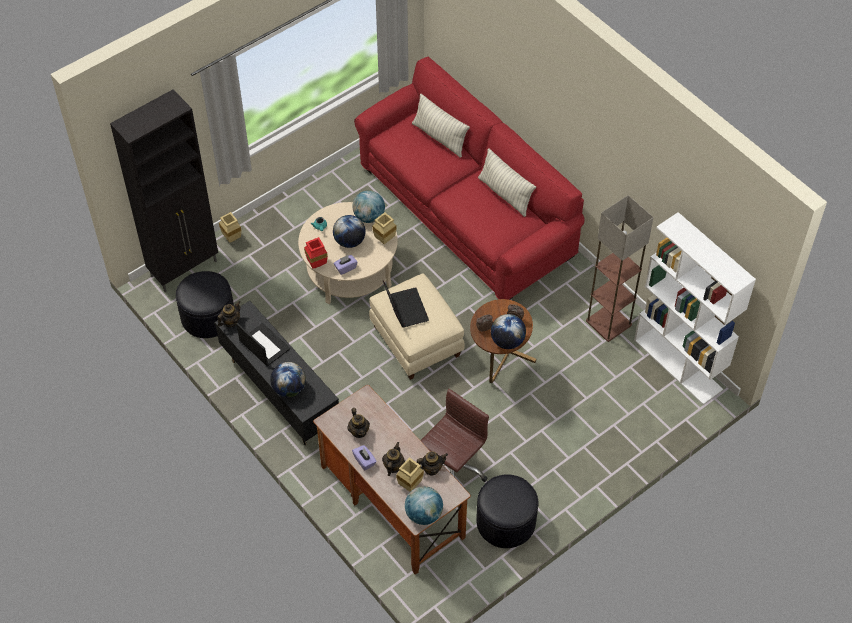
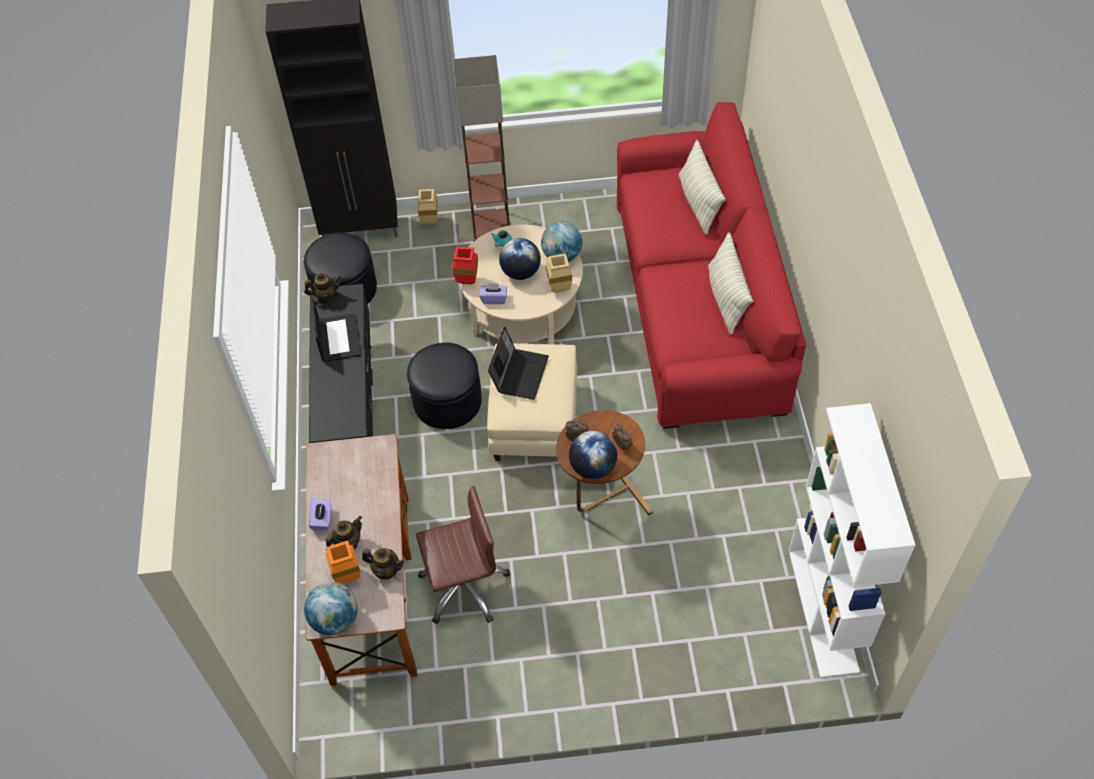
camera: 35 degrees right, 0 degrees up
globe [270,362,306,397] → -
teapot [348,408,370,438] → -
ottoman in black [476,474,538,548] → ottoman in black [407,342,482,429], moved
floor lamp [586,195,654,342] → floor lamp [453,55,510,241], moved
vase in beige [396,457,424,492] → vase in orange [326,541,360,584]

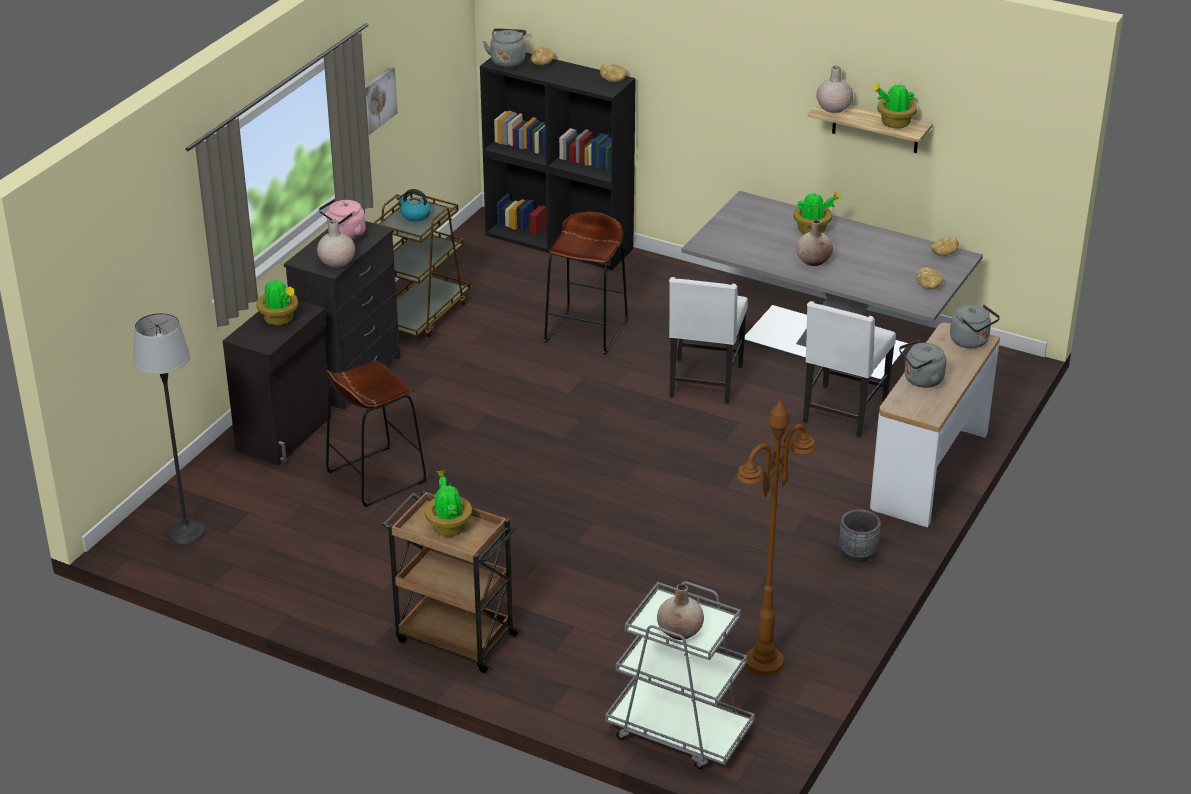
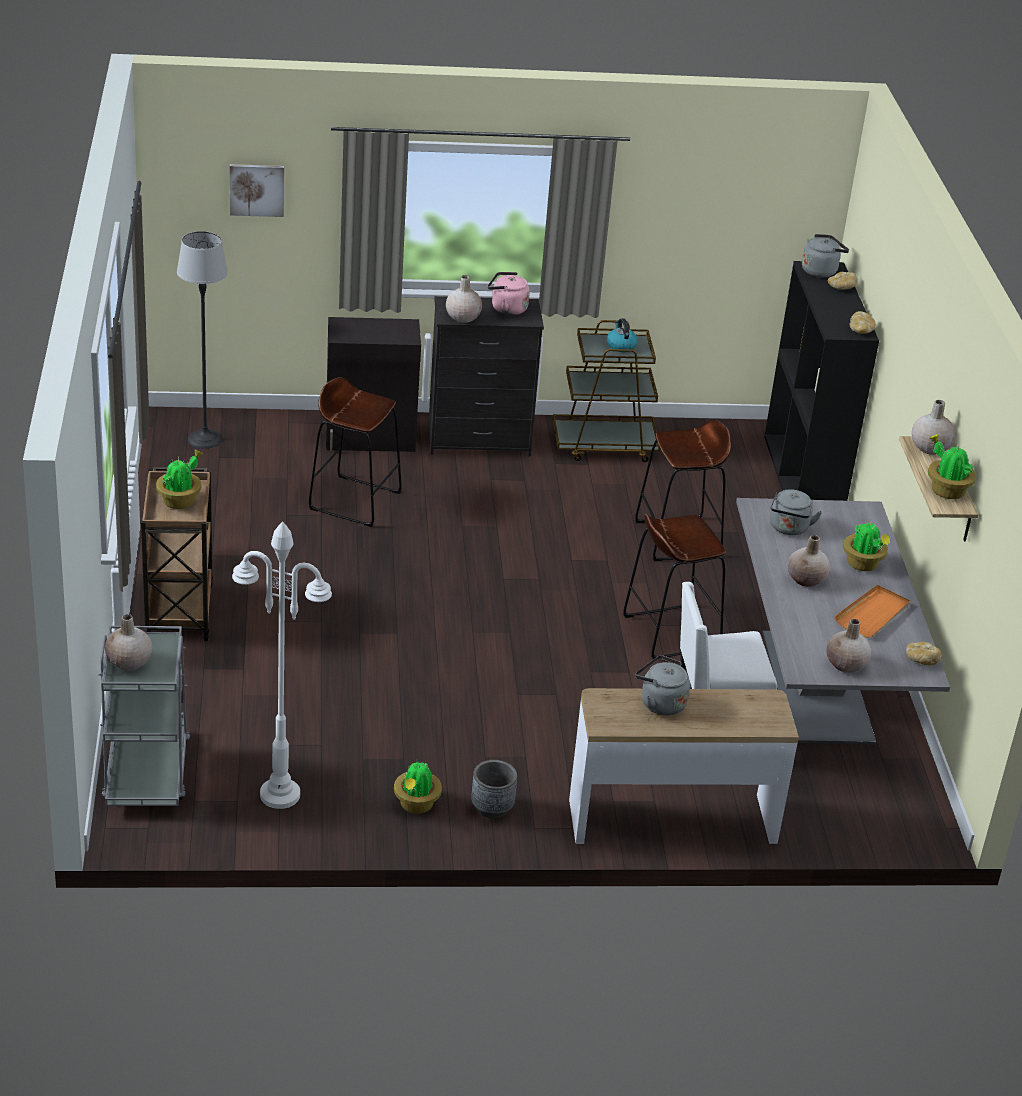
camera: 55 degrees right, 0 degrees up
- → tray in orange [834,585,910,638]
potted plant [256,279,298,325] → potted plant [394,762,442,814], moved
picture [365,66,398,134] → picture [230,164,284,217], moved
kettle in grey [950,305,1000,348] → kettle in grey [770,489,822,535], moved
chair in white [669,277,748,404] → stool in brown [623,514,726,659]
bread [916,268,944,289] → vase in beige [826,619,871,673]
floor lamp in brown [737,401,815,676] → floor lamp in white [232,521,332,809]

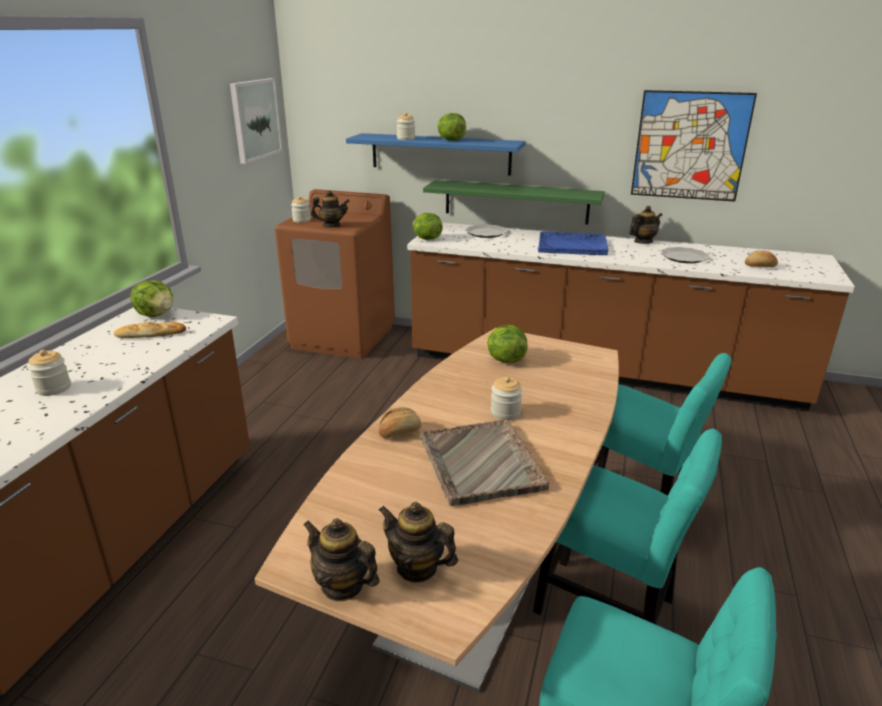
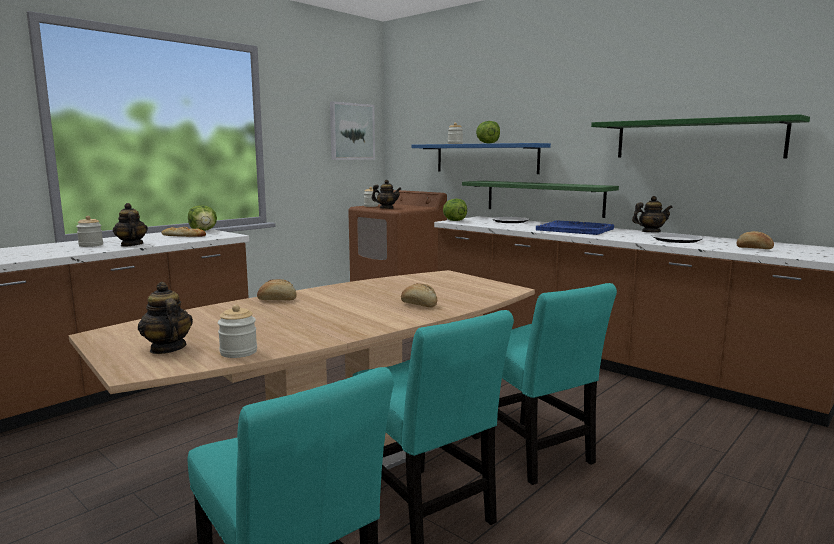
camera: 25 degrees right, 15 degrees down
tray in grey [420,419,549,506] → -
lettuce [487,325,528,363] → -
- → bread [401,283,437,308]
teapot [303,518,380,602] → teapot [113,203,148,247], moved
jar [491,376,522,420] → jar [217,305,257,358], moved
picture [631,90,757,202] → shelf in green [591,114,810,158]

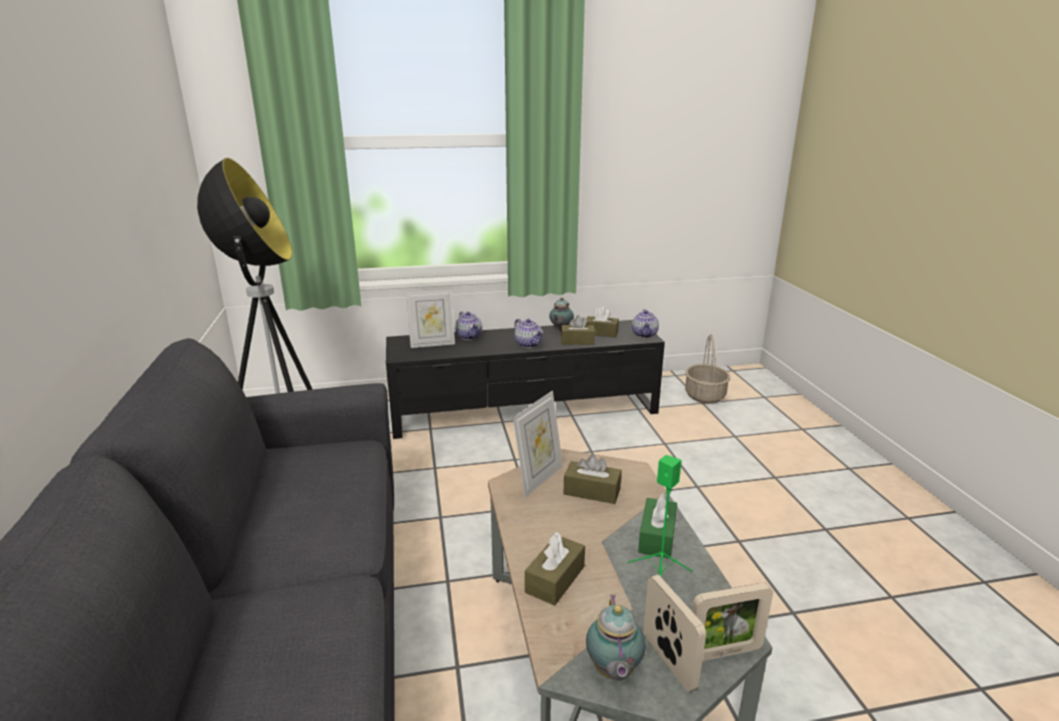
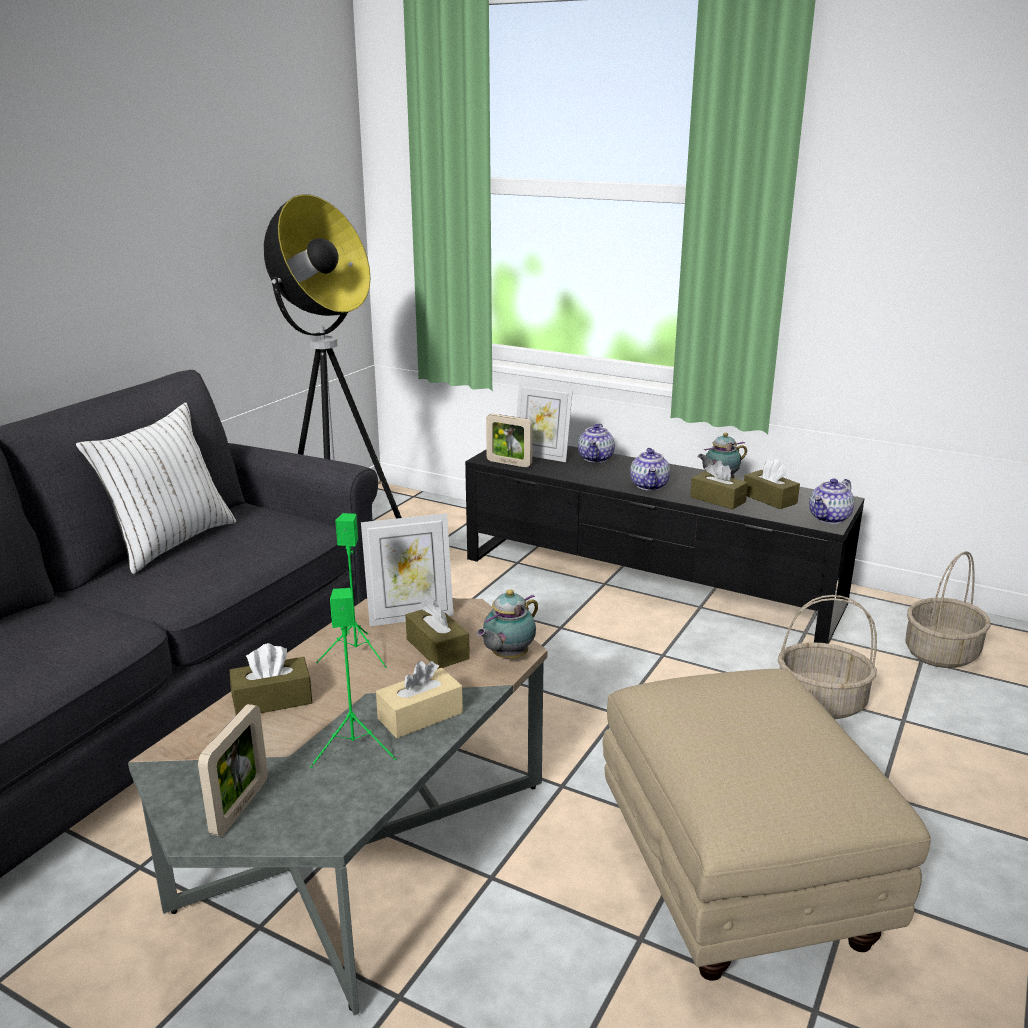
camera: 40 degrees right, 0 degrees up
- → pillow in white [76,403,236,574]
- → speaker in green [316,513,387,668]
- → ottoman in beige [602,669,931,981]
- → basket [778,595,877,719]
teapot [586,594,646,681] → teapot [476,589,538,659], moved
picture frame [692,583,773,661] → picture frame [486,414,533,467], moved
tissue box in green [638,493,677,559] → tissue box in beige [376,661,463,738]

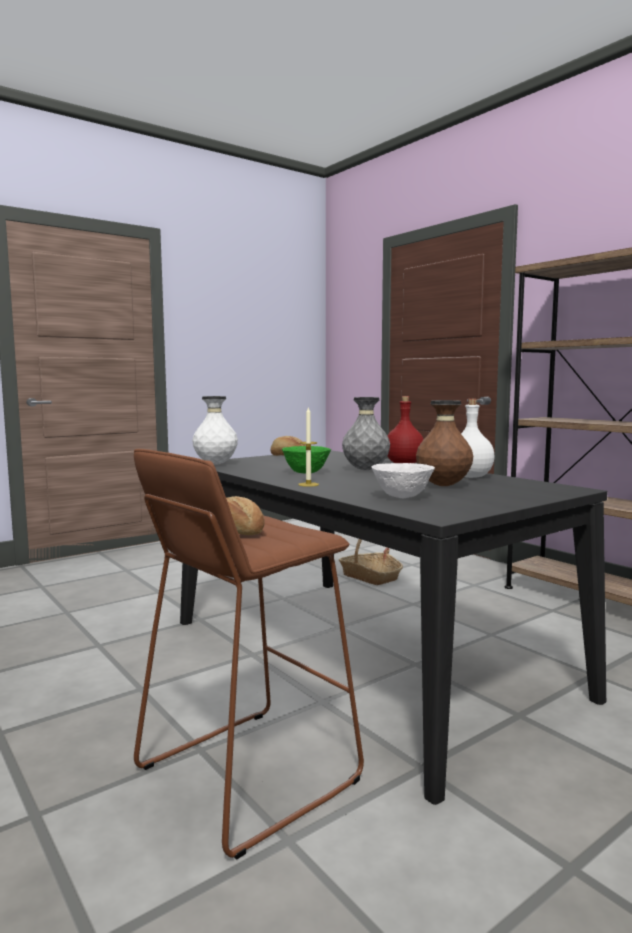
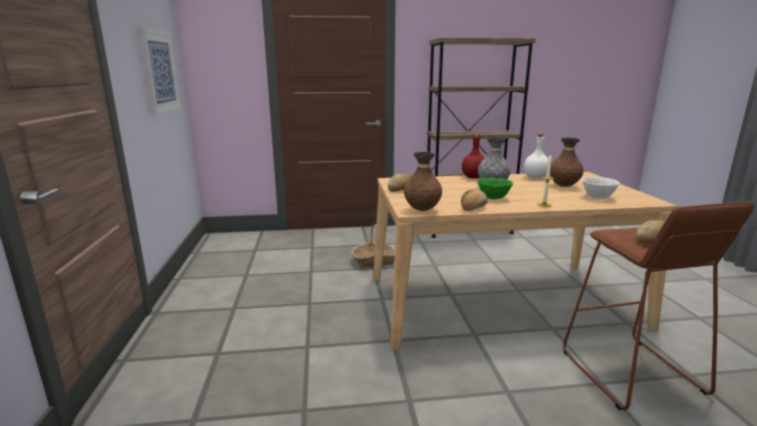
camera: 60 degrees left, 10 degrees up
- → picture [138,26,181,116]
- → bread [461,189,488,211]
dining table in black [180,450,608,805] → dining table in beige [373,172,677,351]
vase in white [192,396,238,465] → vase in brown [404,152,442,211]

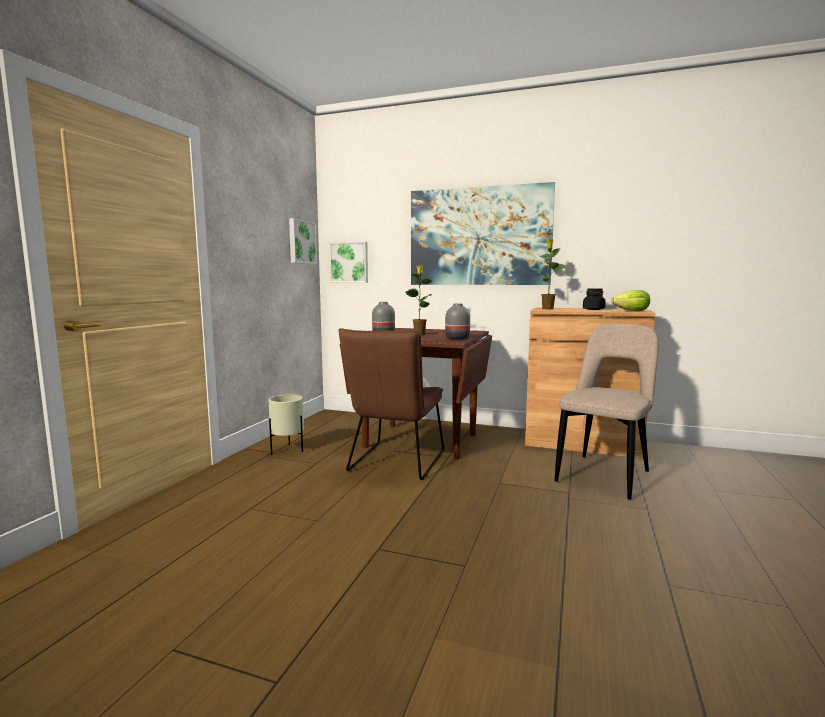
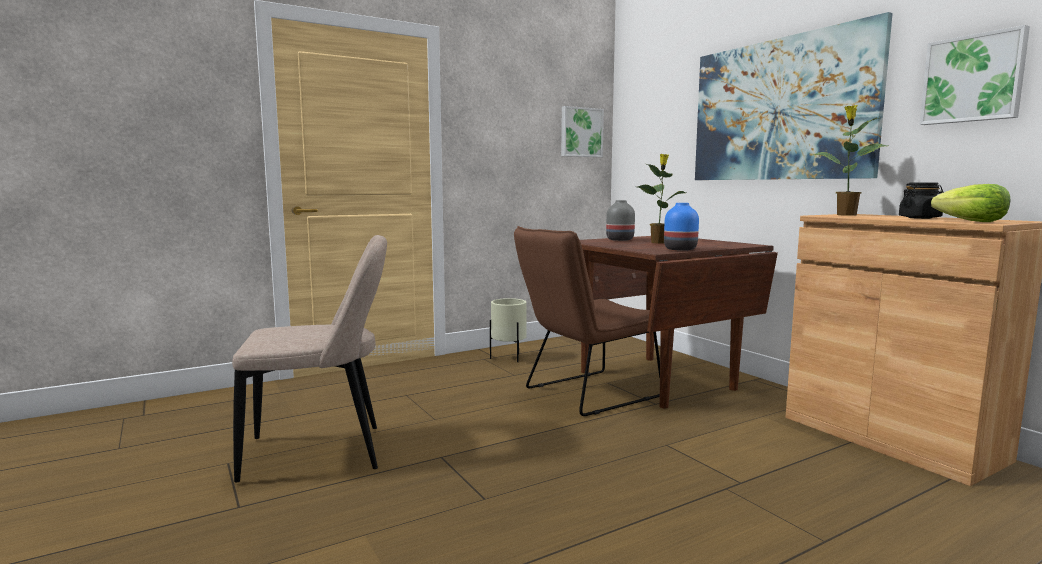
camera: 40 degrees right, 0 degrees up
picture [329,242,368,283] → picture [919,25,1030,125], moved
chair in beige [554,324,659,500] → chair in beige [232,235,387,482], moved
vase in grey [445,303,470,339] → vase in blue [664,203,699,251]

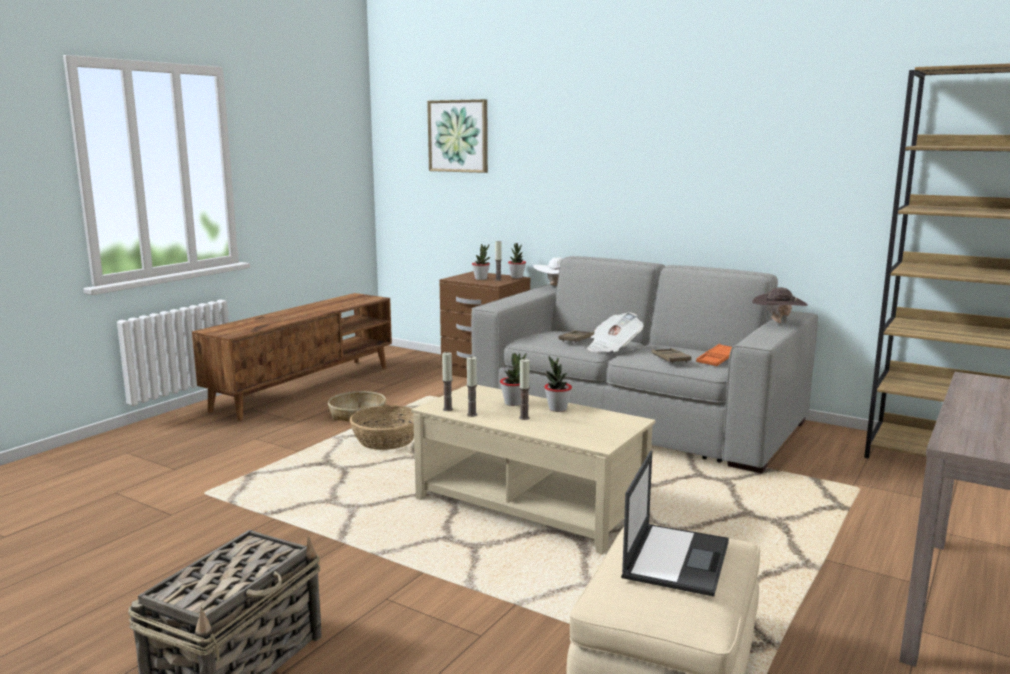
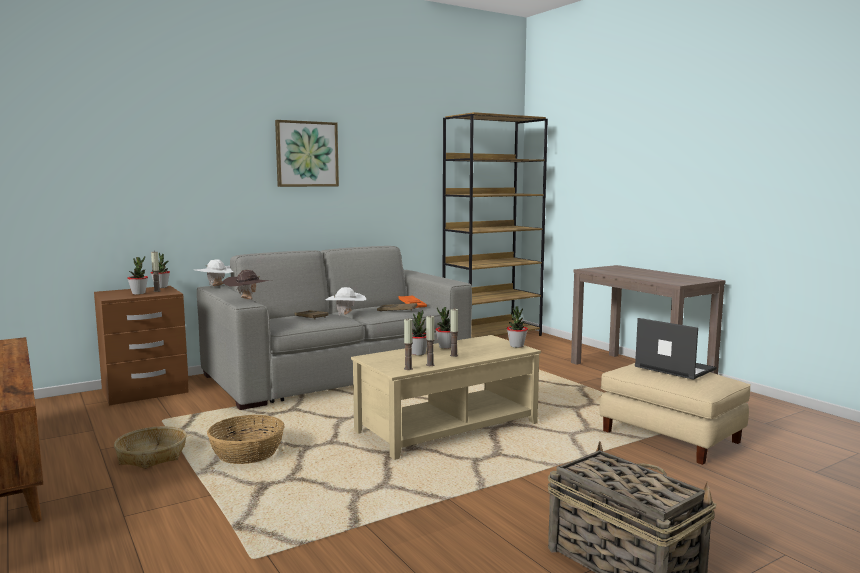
camera: 65 degrees left, 5 degrees down
- → potted plant [507,306,528,348]
picture [427,99,488,173] → picture [275,120,339,187], moved
hat in brown [752,288,808,323] → hat in brown [223,270,271,300], moved
newspaper [587,312,644,352] → hat in white [326,287,366,316]

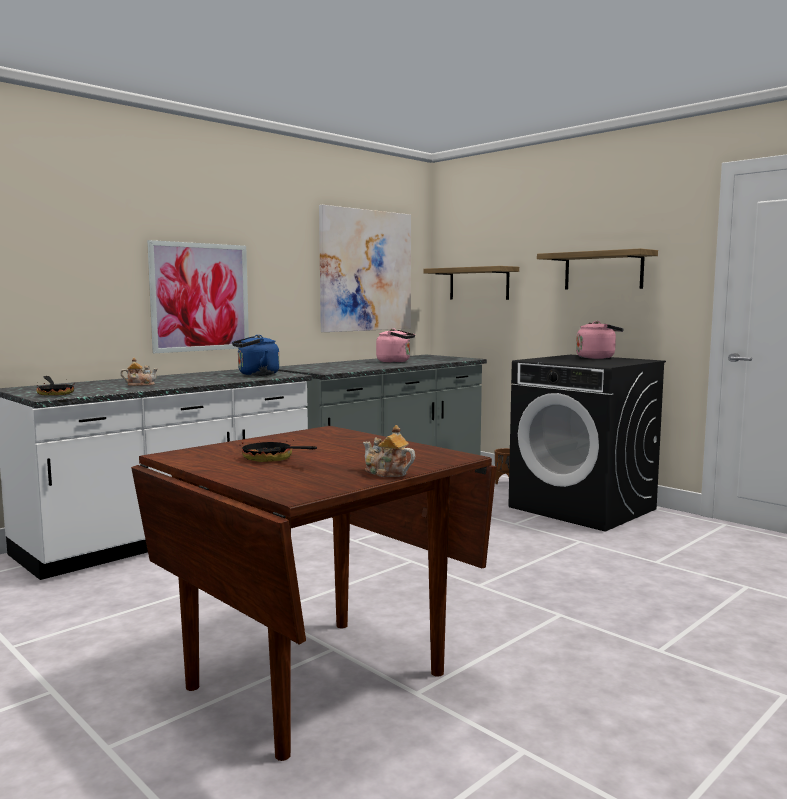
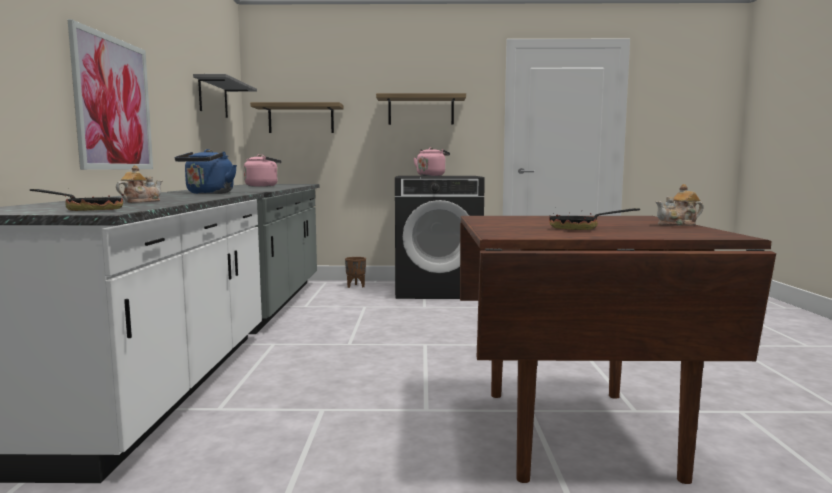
camera: 45 degrees left, 0 degrees up
picture [319,205,411,332] → shelf in grey [193,74,257,118]

